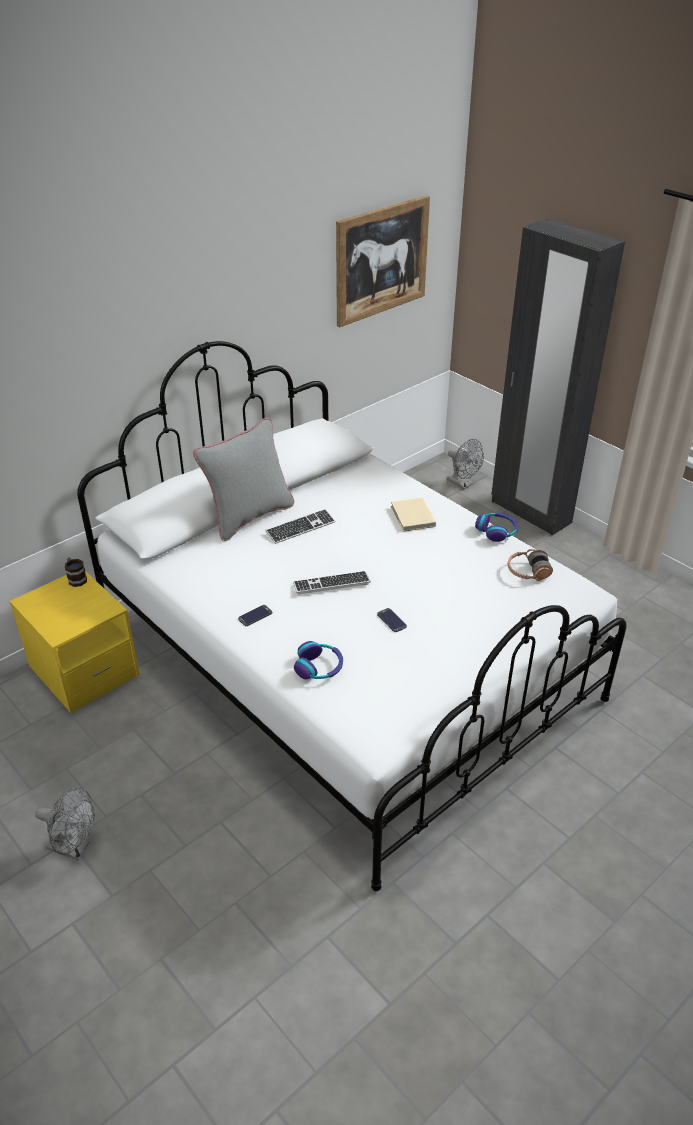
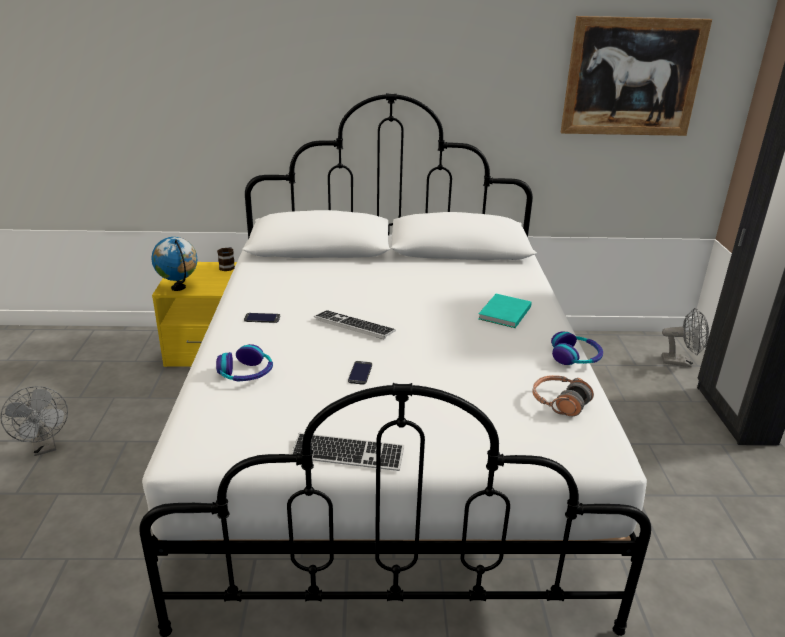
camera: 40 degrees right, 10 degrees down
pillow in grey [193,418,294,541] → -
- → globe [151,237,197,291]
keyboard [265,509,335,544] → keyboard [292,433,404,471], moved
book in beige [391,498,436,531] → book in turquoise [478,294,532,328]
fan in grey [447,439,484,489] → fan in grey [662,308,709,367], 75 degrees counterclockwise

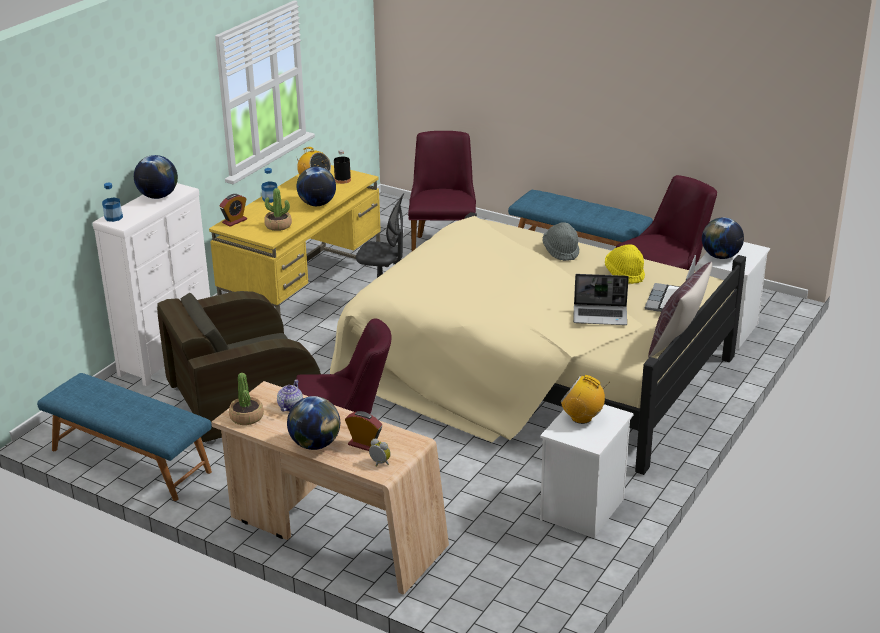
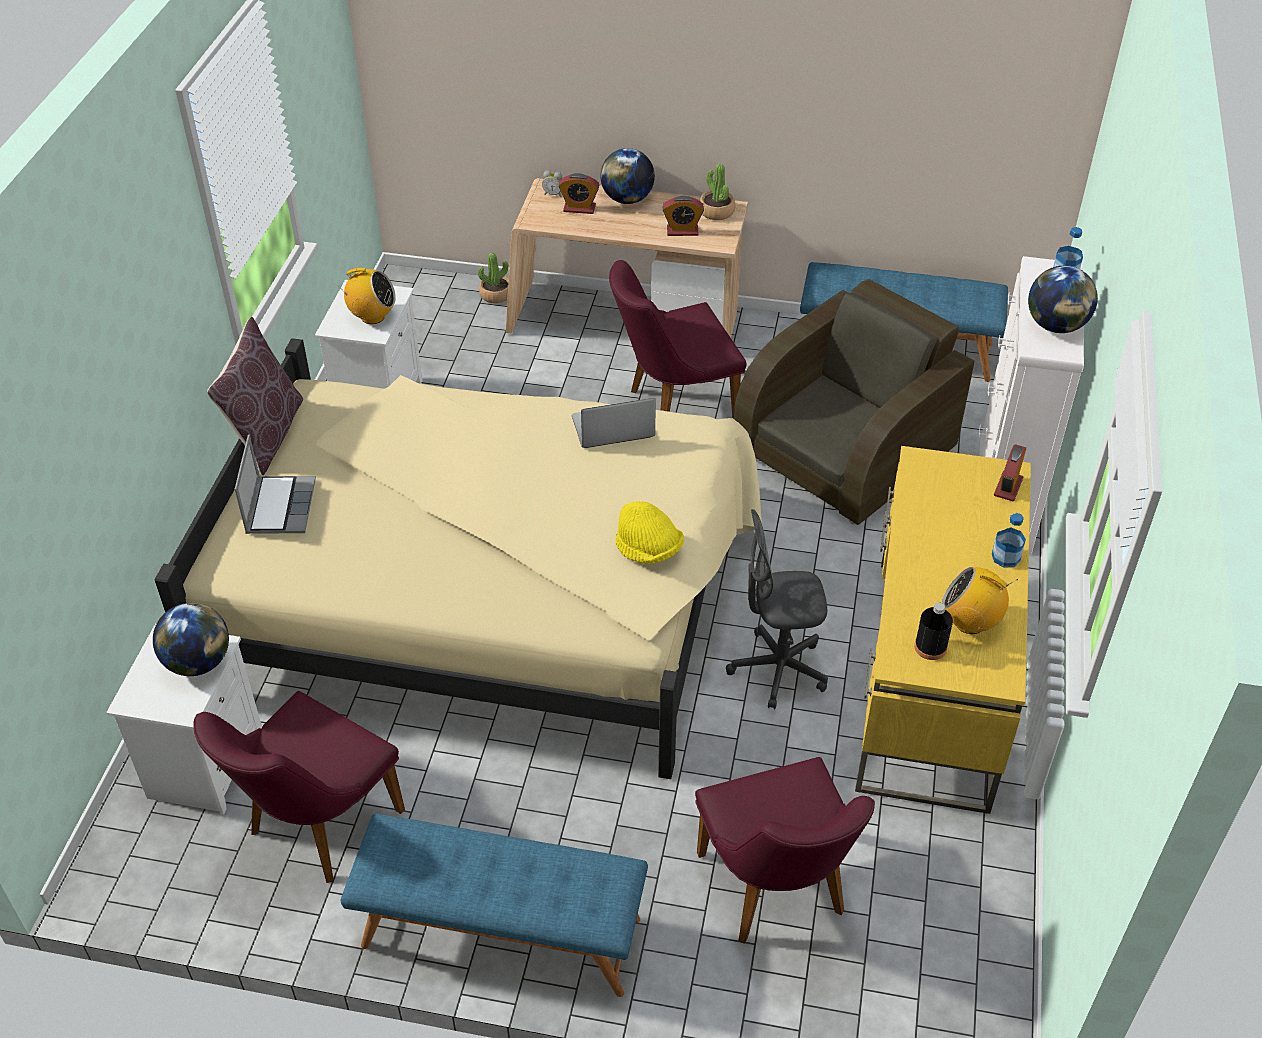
camera: 160 degrees right, 15 degrees up
globe [297,167,336,206] → -
hat in grey [542,222,579,261] → -
potted plant [264,188,292,231] → potted plant [478,253,509,303], moved
laptop [573,274,629,325] → laptop [572,398,656,448], moved
hat in yellow [605,244,645,284] → hat in yellow [615,501,684,564], moved
teapot [277,380,303,412] → alarm clock [663,196,704,236]

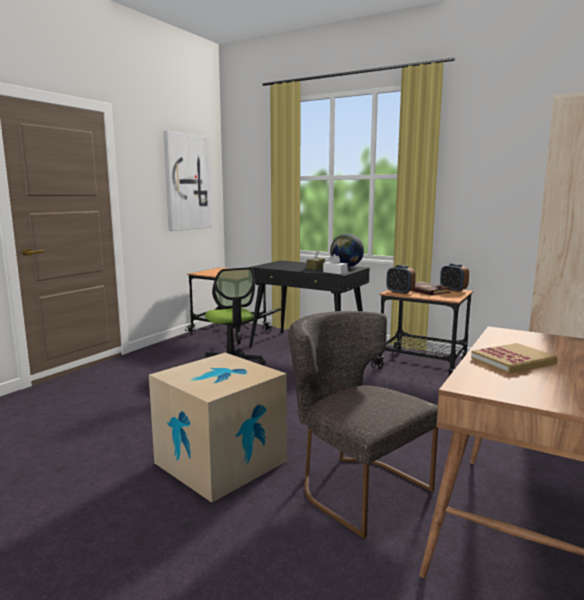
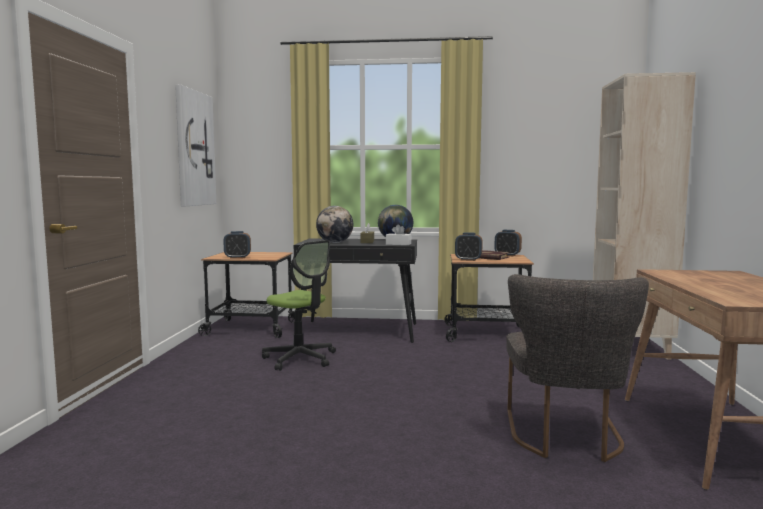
camera: 25 degrees left, 5 degrees down
cardboard box [149,353,287,503] → -
book [471,343,558,374] → -
- → alarm clock [223,231,251,259]
- → globe [316,206,353,243]
chair in grey [288,311,438,538] → chair in grey [506,274,649,462], 105 degrees counterclockwise

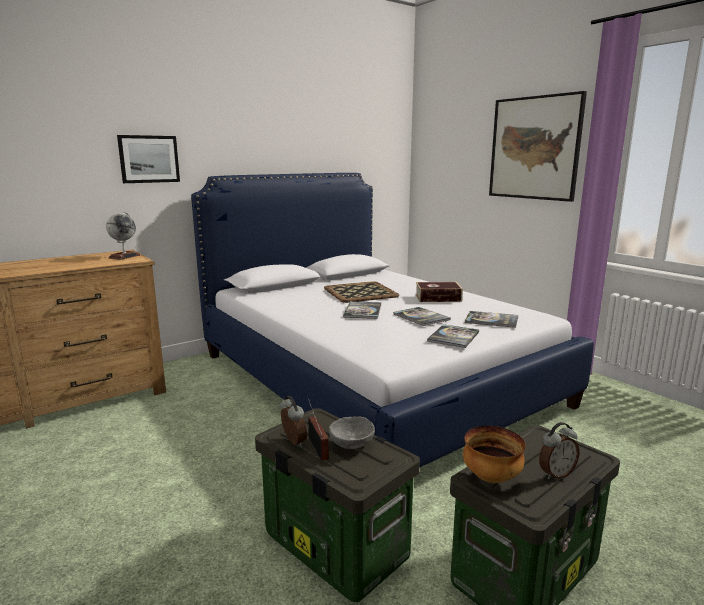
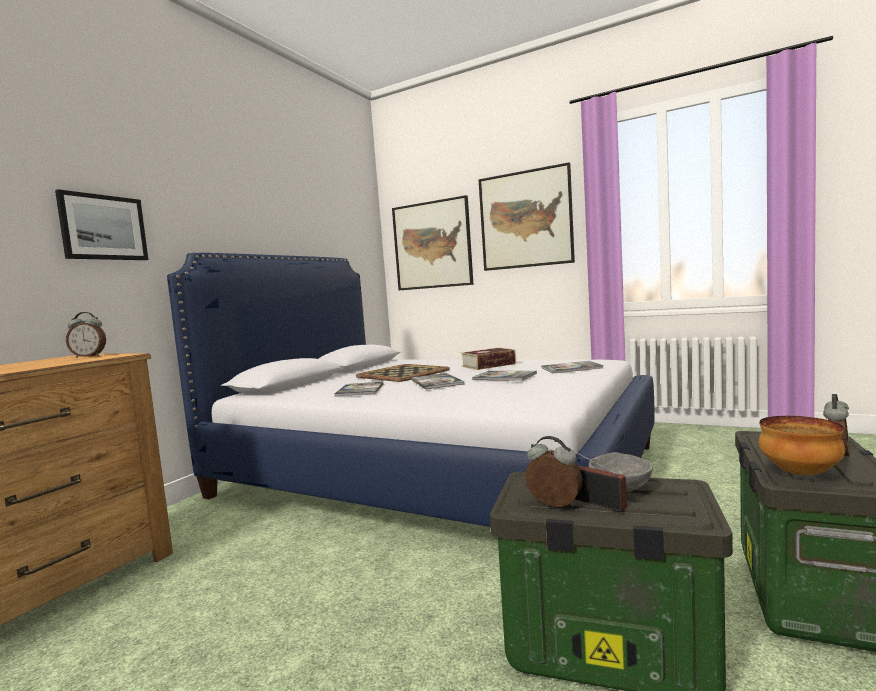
camera: 25 degrees left, 10 degrees down
- → picture [392,195,474,290]
book [427,324,479,348] → book [334,382,383,397], moved
globe [106,211,140,260] → alarm clock [66,312,106,358]

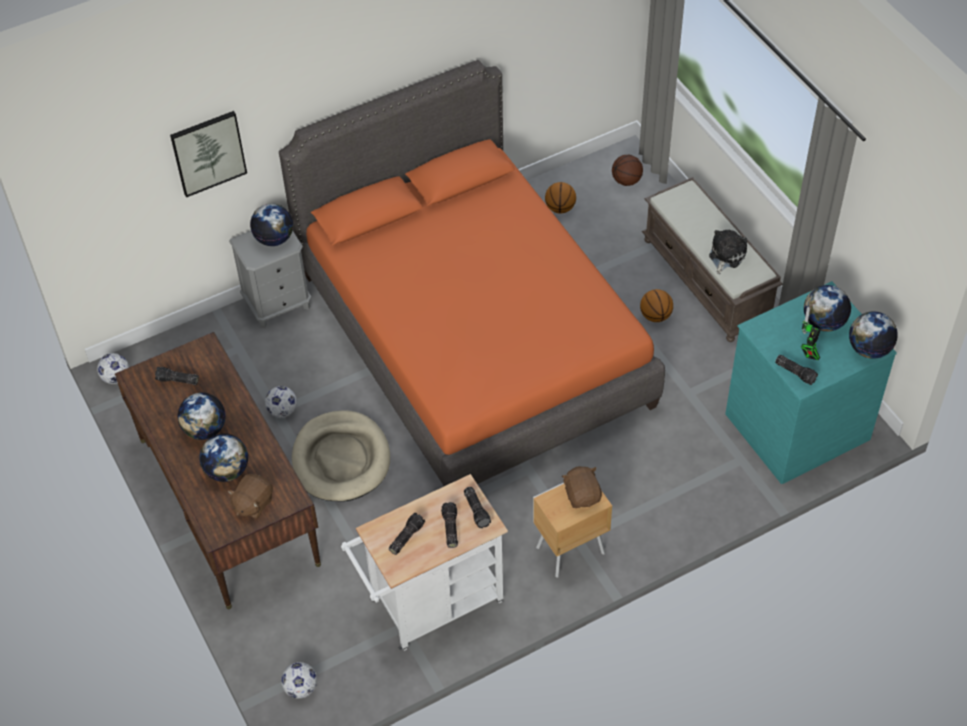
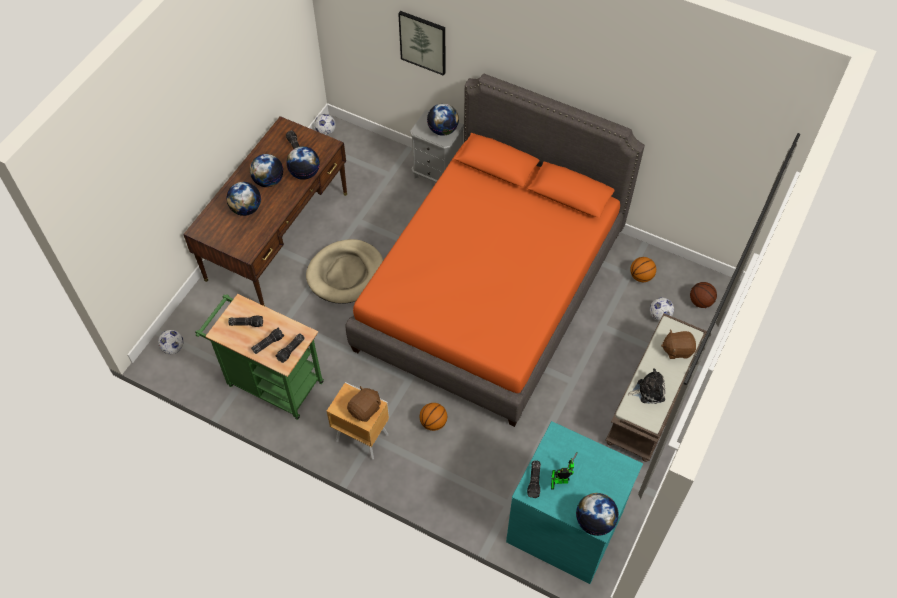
camera: 55 degrees right, 5 degrees up
plush toy in brown [228,474,273,519] → plush toy in brown [661,330,696,359], moved
football [265,386,297,418] → football [650,297,674,321], moved
basketball [640,289,673,322] → basketball [420,403,447,431], moved
globe [804,285,851,331] → globe [286,146,320,180], moved
cart in white [341,474,508,651] → cart in green [195,294,324,420]

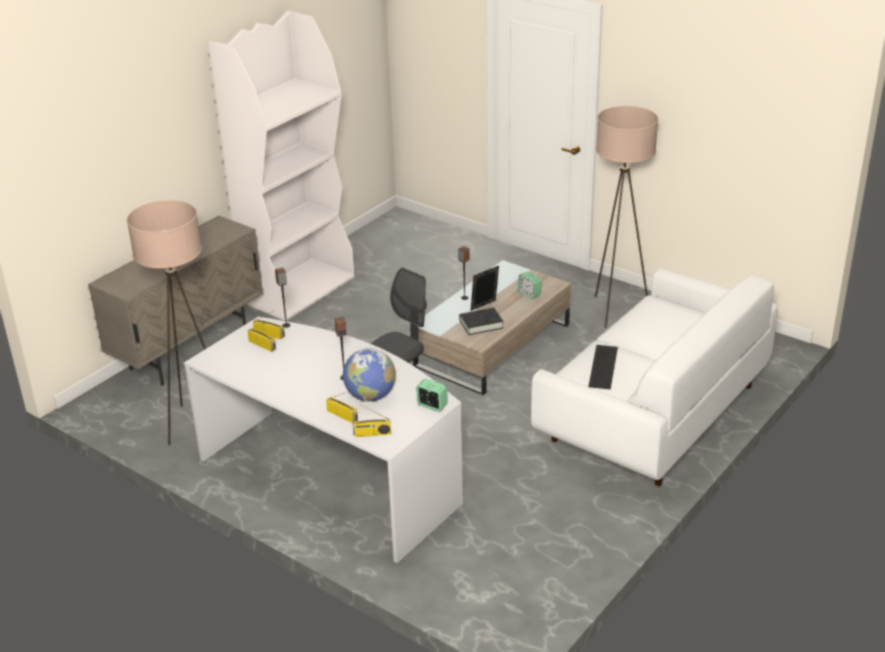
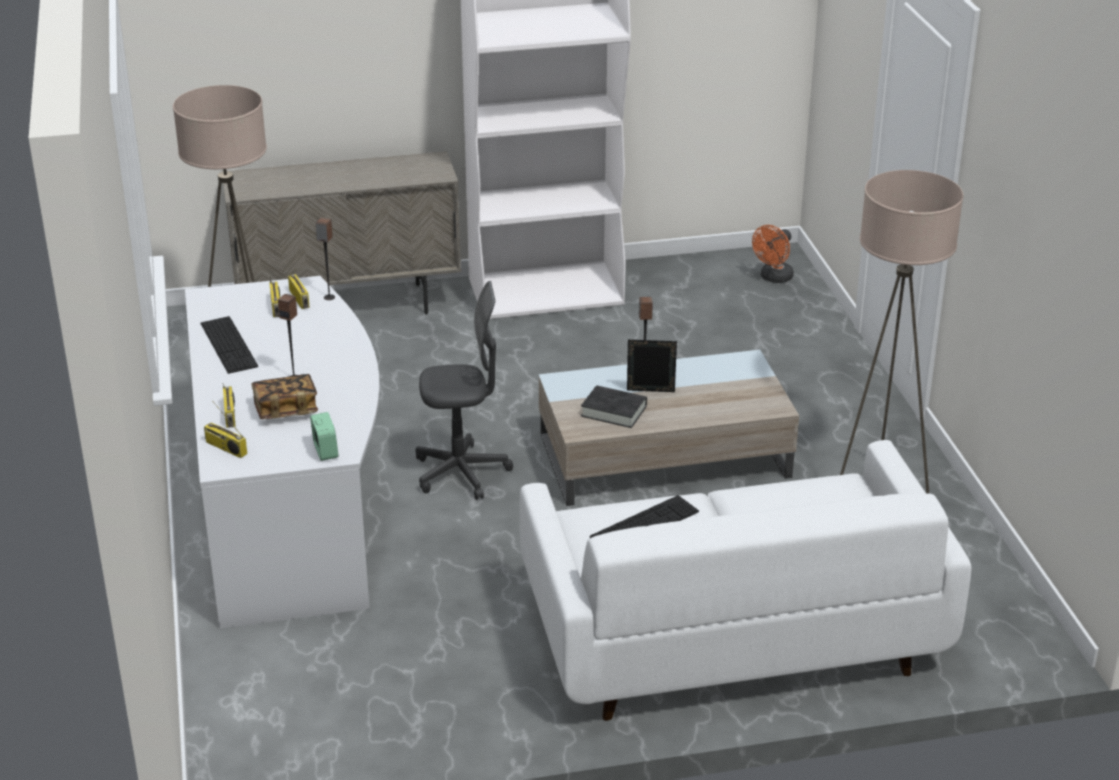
camera: 40 degrees right, 0 degrees up
alarm clock [518,272,541,299] → -
- → keyboard [201,316,258,374]
- → fan in orange [752,225,794,283]
globe [343,348,396,401] → book [252,374,318,419]

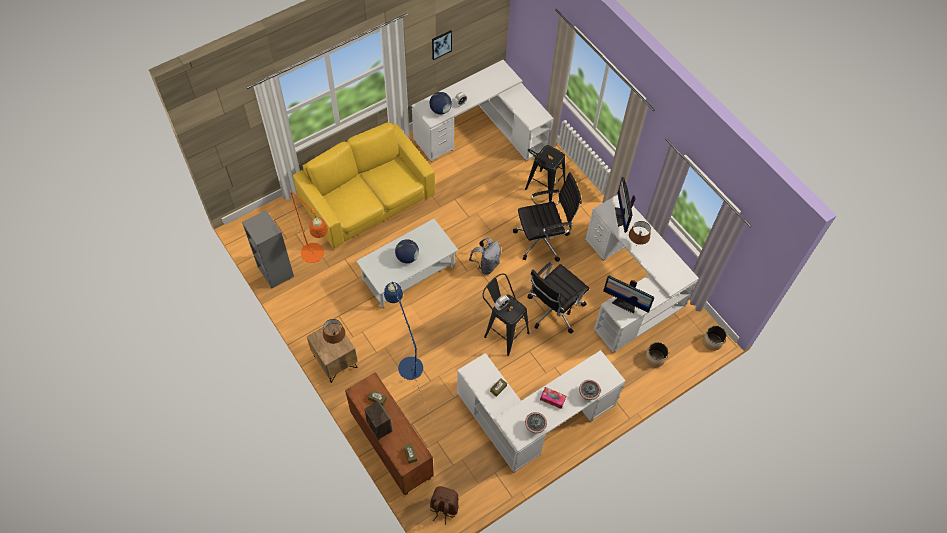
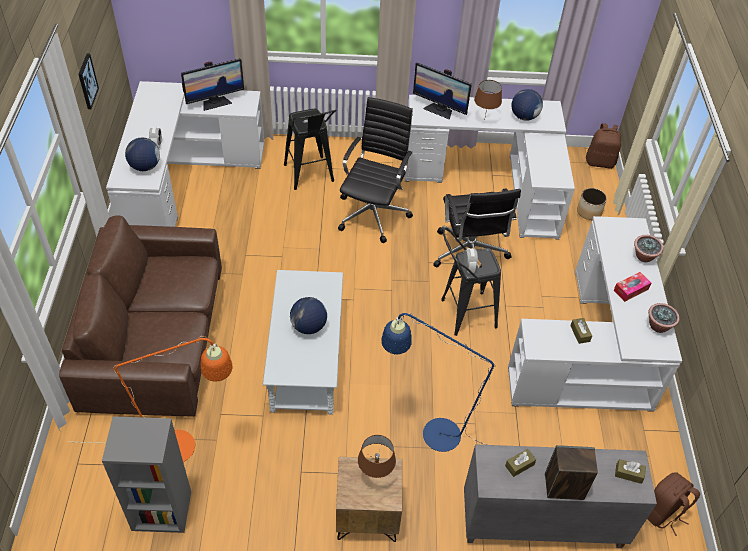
camera: 55 degrees left, 10 degrees down
backpack in grey [469,238,501,275] → -
- → globe [511,89,543,120]
monitor [603,276,654,314] → monitor [181,58,244,111], moved
planter [703,326,727,351] → backpack in brown [586,123,621,169]
sofa in yellow [293,122,435,248] → sofa in brown [59,215,222,417]
cabinet in brown [345,372,434,495] → cabinet in grey [464,444,657,548]

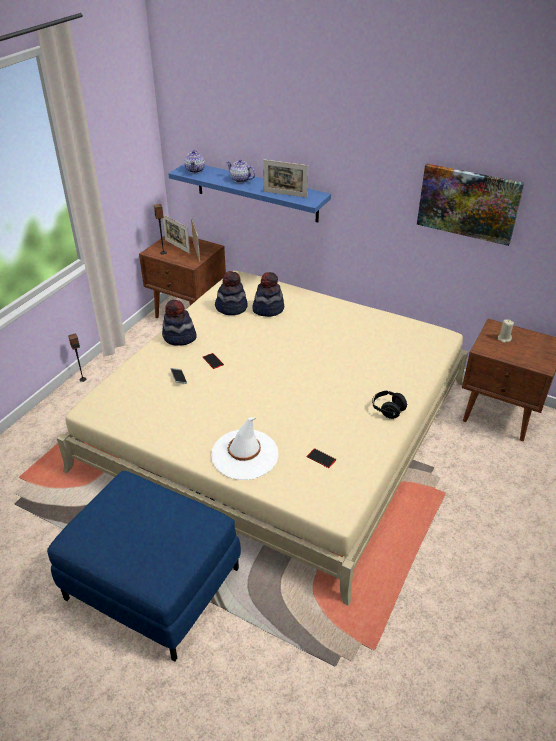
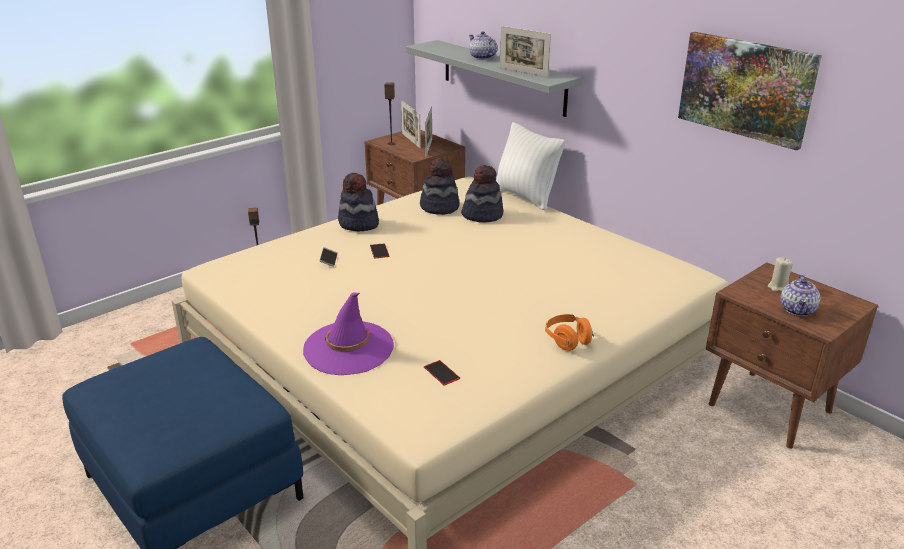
camera: 20 degrees right, 10 degrees down
- → pillow in white [496,122,566,211]
teapot [184,150,205,173] → teapot [780,275,821,316], moved
shelf in blue [168,164,331,223] → shelf in grey [406,40,582,117]
hat in white [211,417,279,480] → hat in purple [303,293,394,375]
headphones in black [372,390,408,419] → headphones in orange [545,314,594,351]

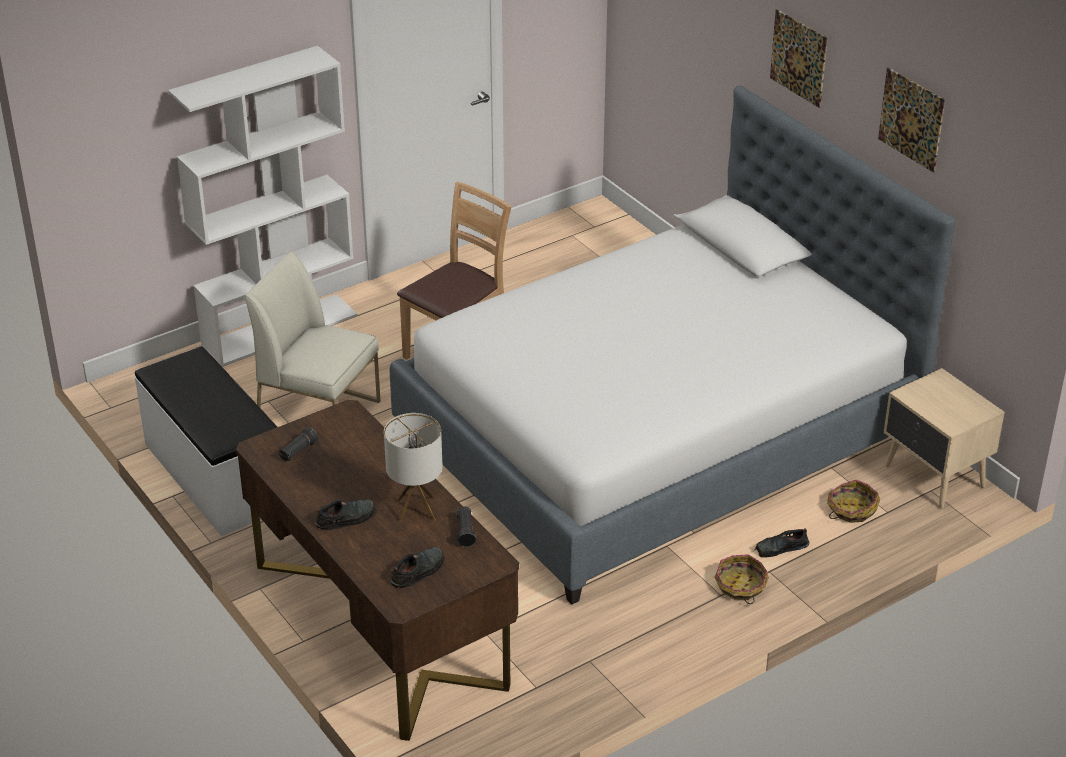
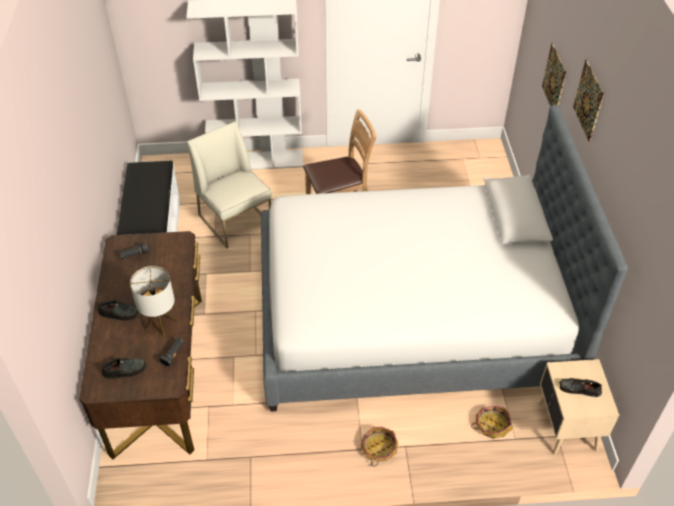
camera: 30 degrees right, 10 degrees up
shoe in black [755,529,809,558] → shoe in black [559,378,602,397], moved
picture [878,67,945,173] → picture [542,43,566,106], moved

